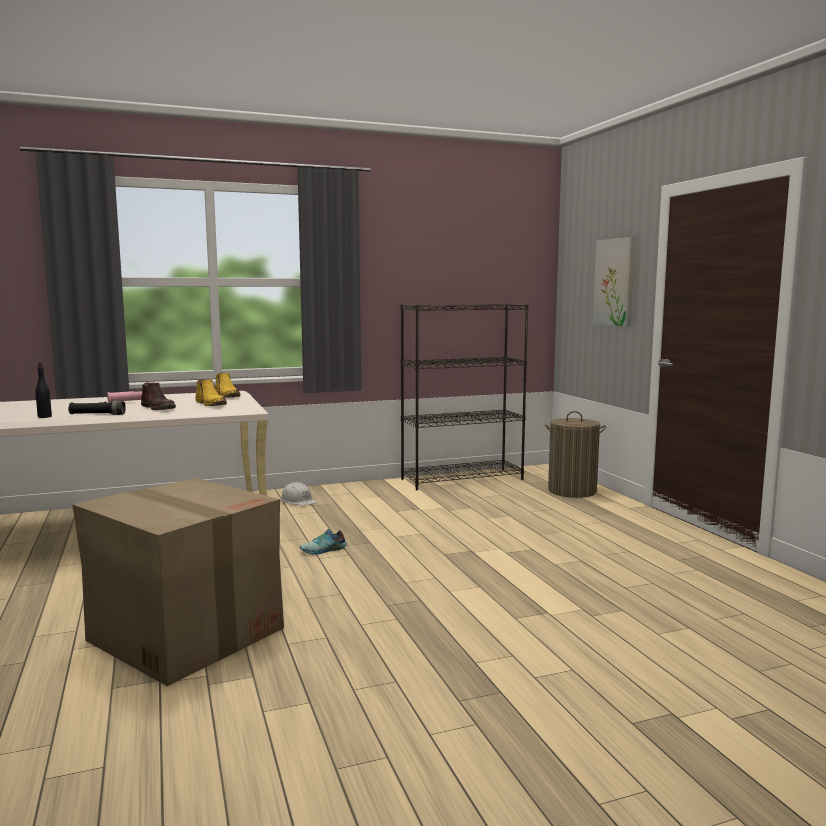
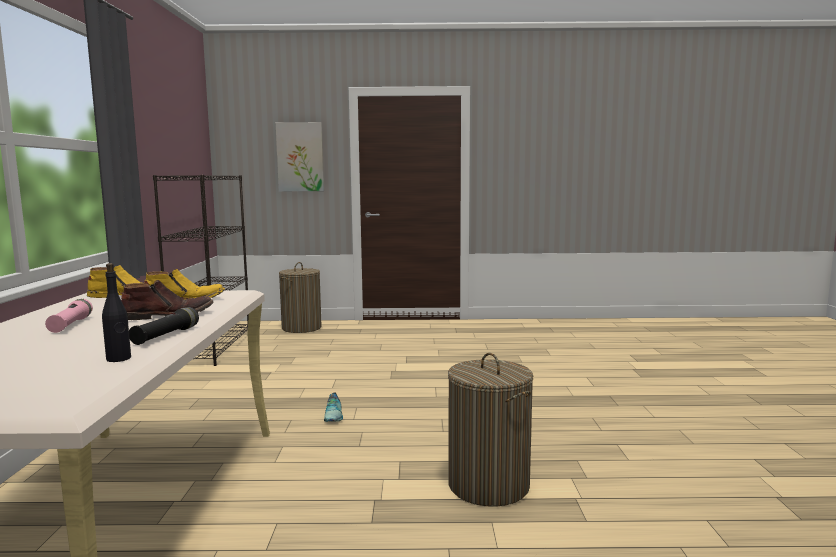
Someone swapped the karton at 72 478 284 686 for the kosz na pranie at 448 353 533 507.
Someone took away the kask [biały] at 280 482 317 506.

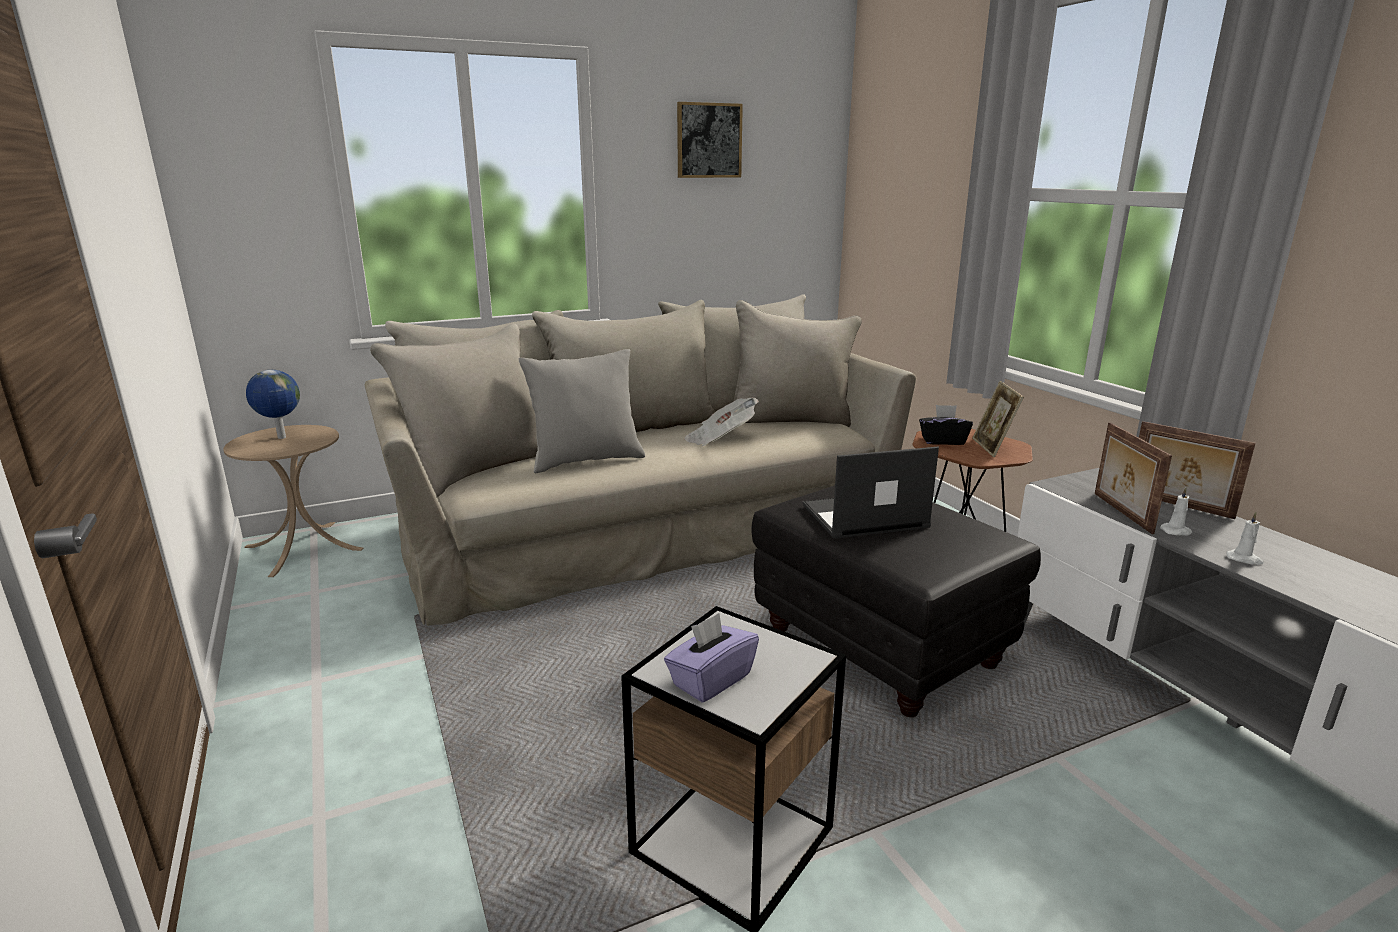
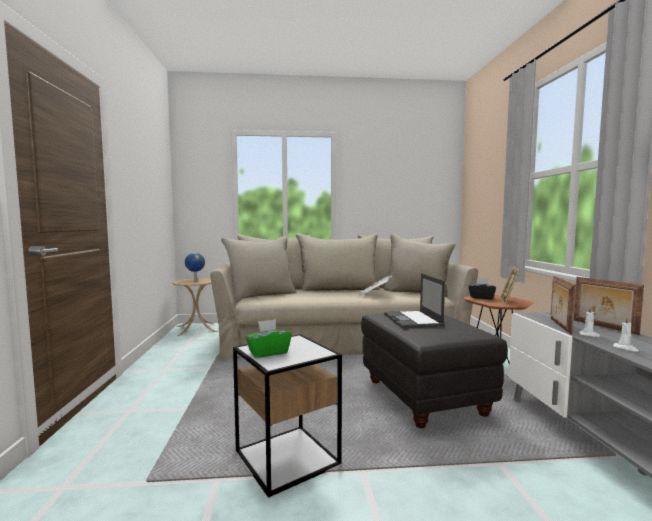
Someone took away the poduszka [szary] at 519 349 645 473.
Someone repainted the pudełko chusteczek [fioletowy] at 664 613 759 702, which became the pudełko chusteczek [zielony] at 245 319 292 358.
Someone took away the obraz at 677 102 743 178.
Someone rotated the laptop at 803 447 939 539 by 105 degrees counterclockwise.

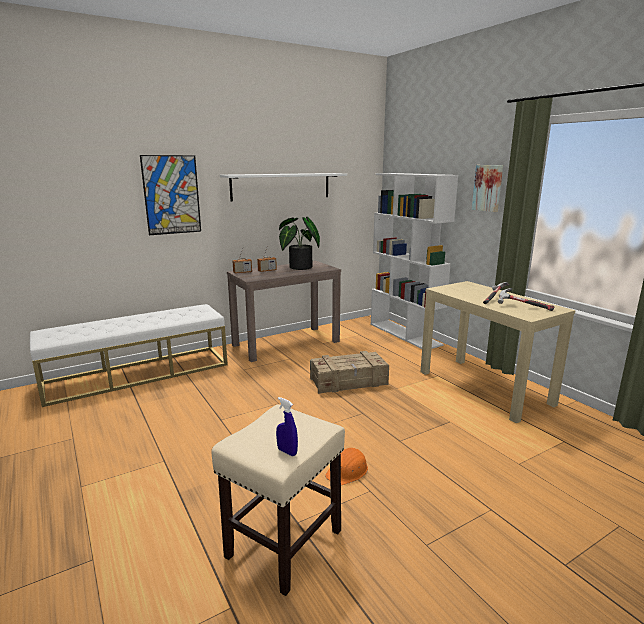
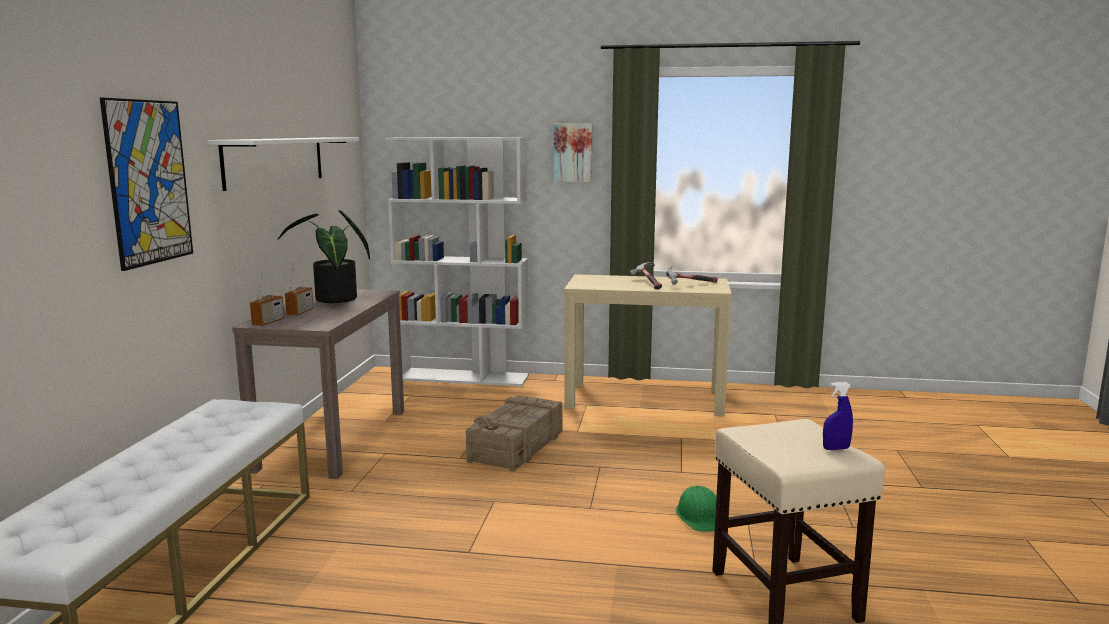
Someone repainted the kask [pomarańczowy] at 325 448 368 486, which became the kask [zielony] at 676 485 717 532.

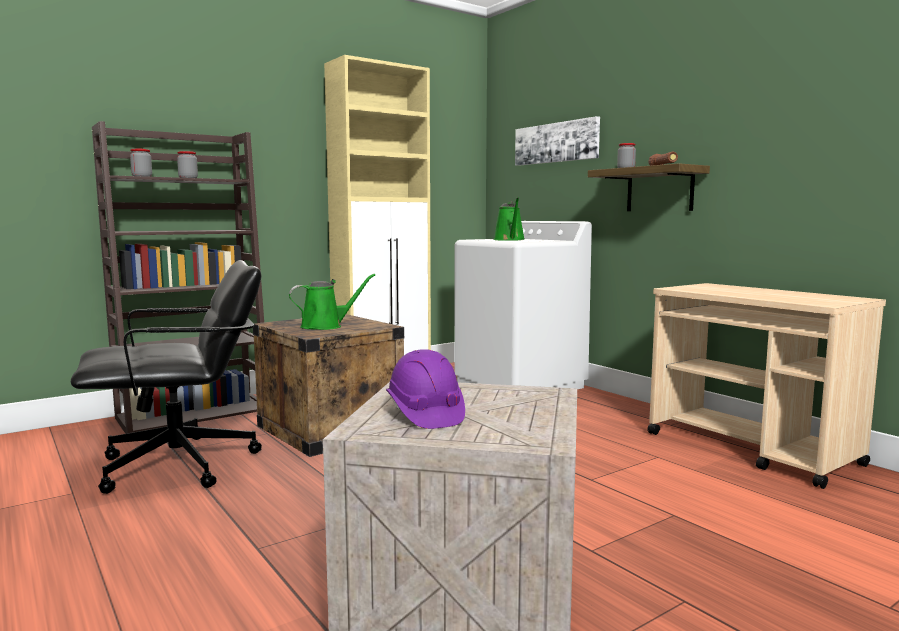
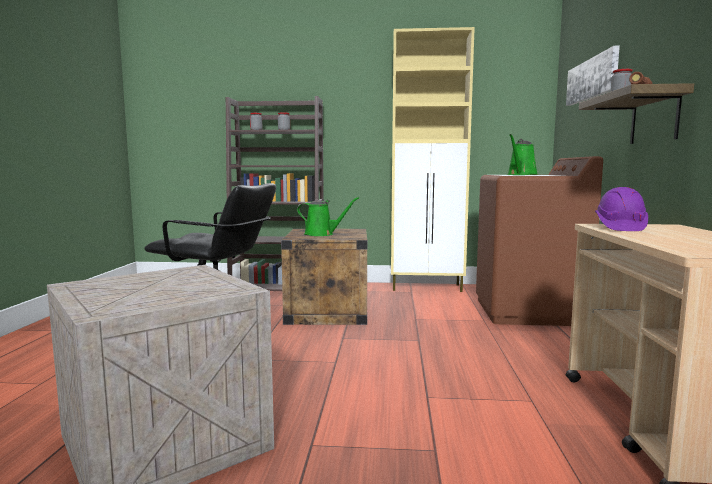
Someone carried the kask [fioletowy] from 386 349 465 429 to 595 187 648 231.
Someone repainted the pralka [biały] at 454 221 592 389, which became the pralka [brązowy] at 476 156 603 326.

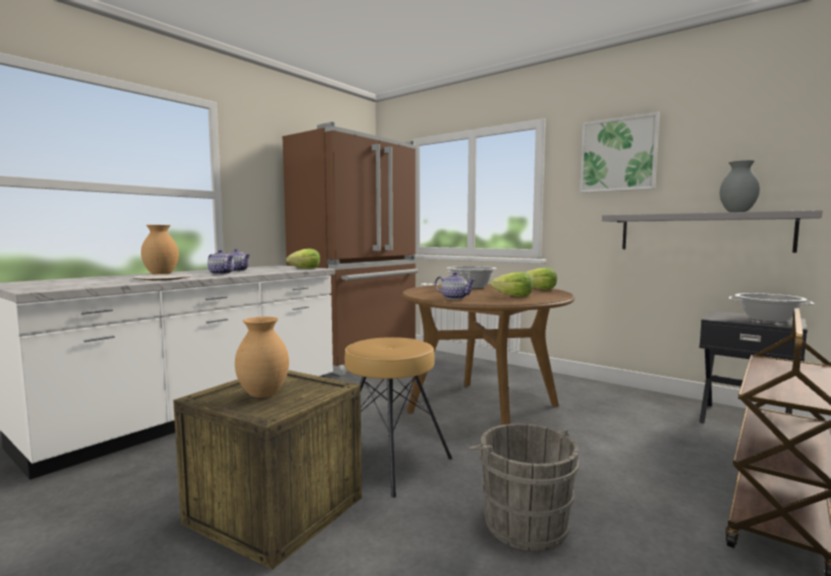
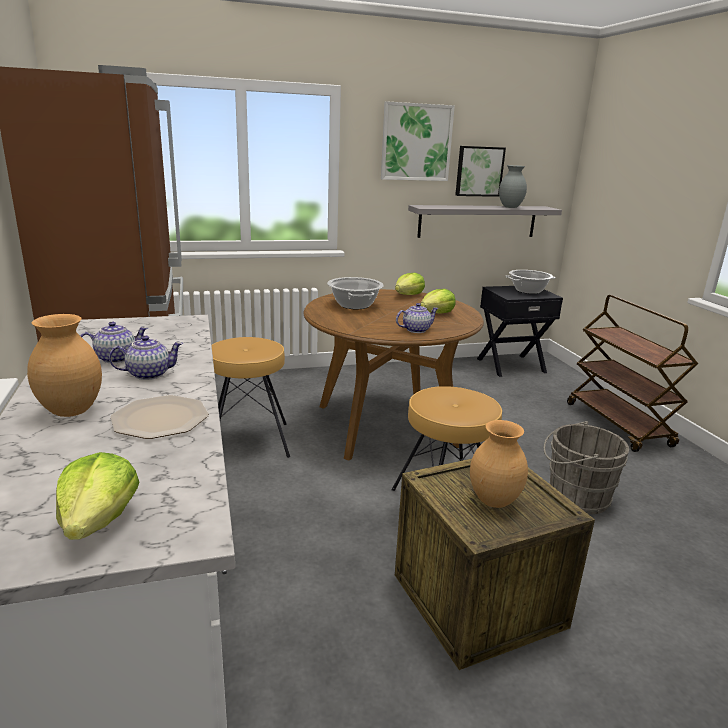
Someone carried the sałata from 286 249 320 269 to 56 452 139 540.
Someone put down the stołek [brązowy] at 212 337 290 458.
Someone put up the obraz at 455 146 506 197.

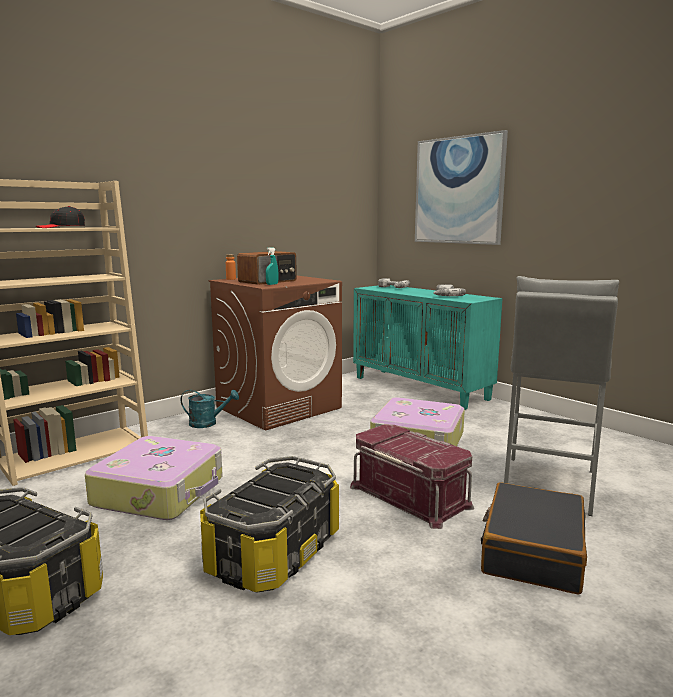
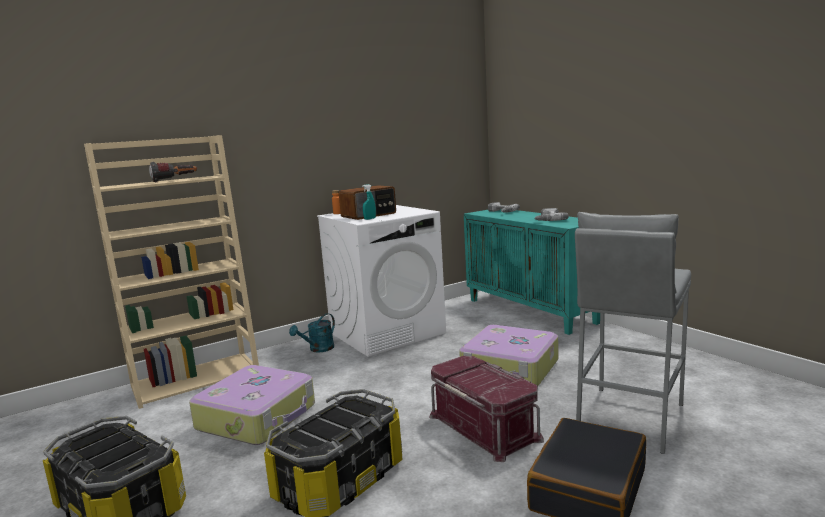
Someone swapped the czapka z daszkiem [czarny] at 36 206 85 228 for the latarka at 149 162 197 182.
Someone rotated the konewka [turkusowy] at 181 390 239 428 by 120 degrees clockwise.
Someone repainted the pralka [brązowy] at 208 276 342 431, which became the pralka [biały] at 317 205 446 357.
Someone took away the obraz at 415 130 508 245.

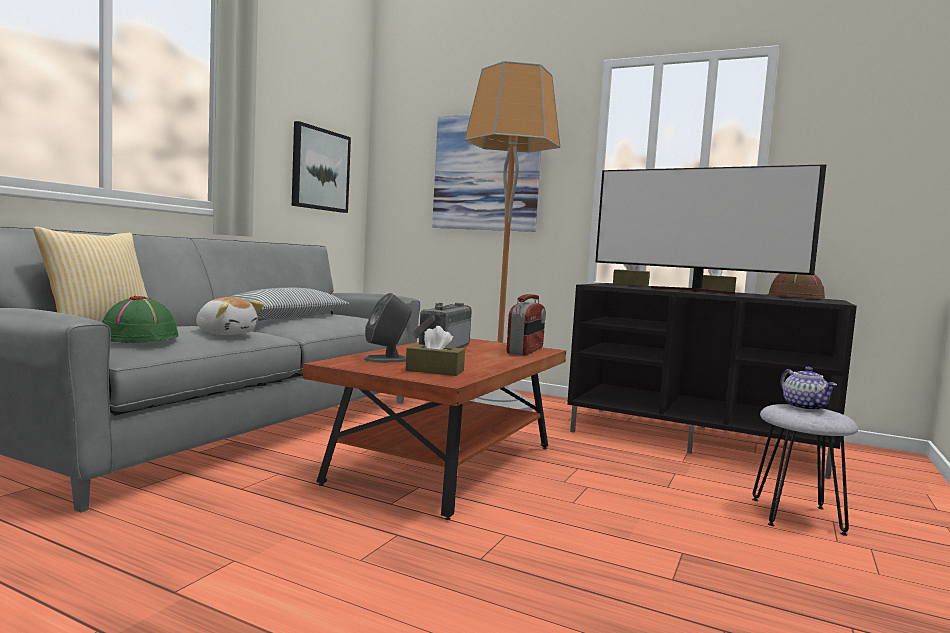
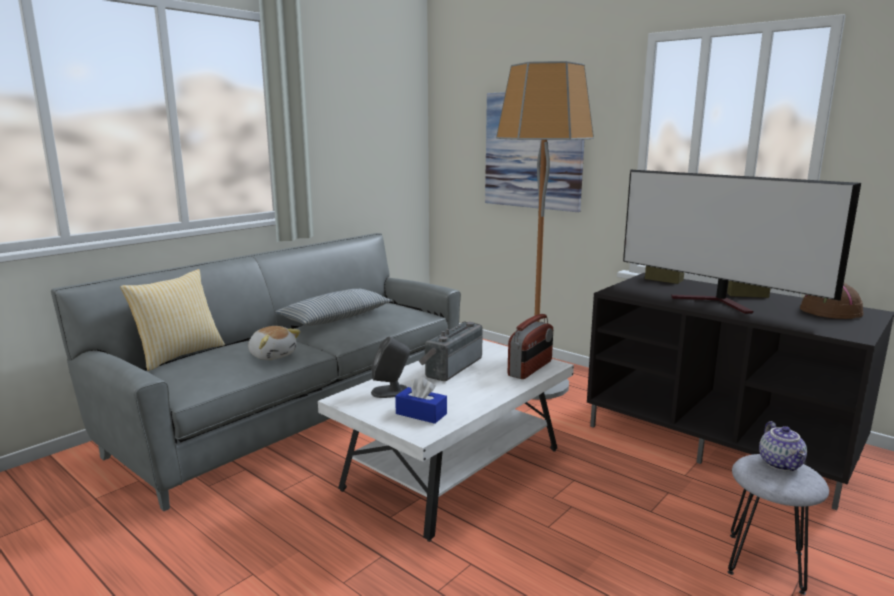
Someone took away the kapelusz [zielony] at 102 295 179 343.
Someone took away the obraz at 292 121 351 213.
Someone repainted the ława [brązowy] at 303 339 566 520, which became the ława [biały] at 318 340 574 542.
Someone repainted the pudełko chusteczek [brązowy] at 406 326 465 376, which became the pudełko chusteczek [niebieski] at 395 377 447 424.

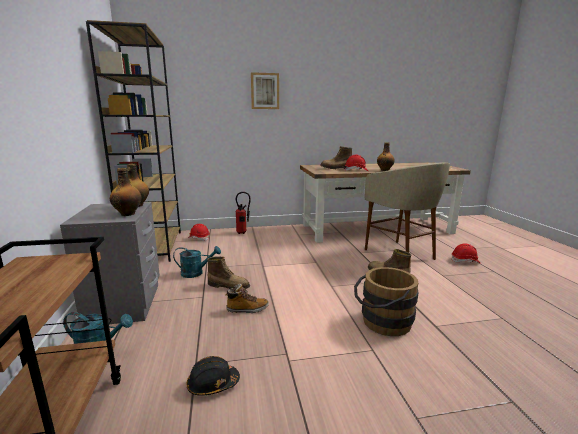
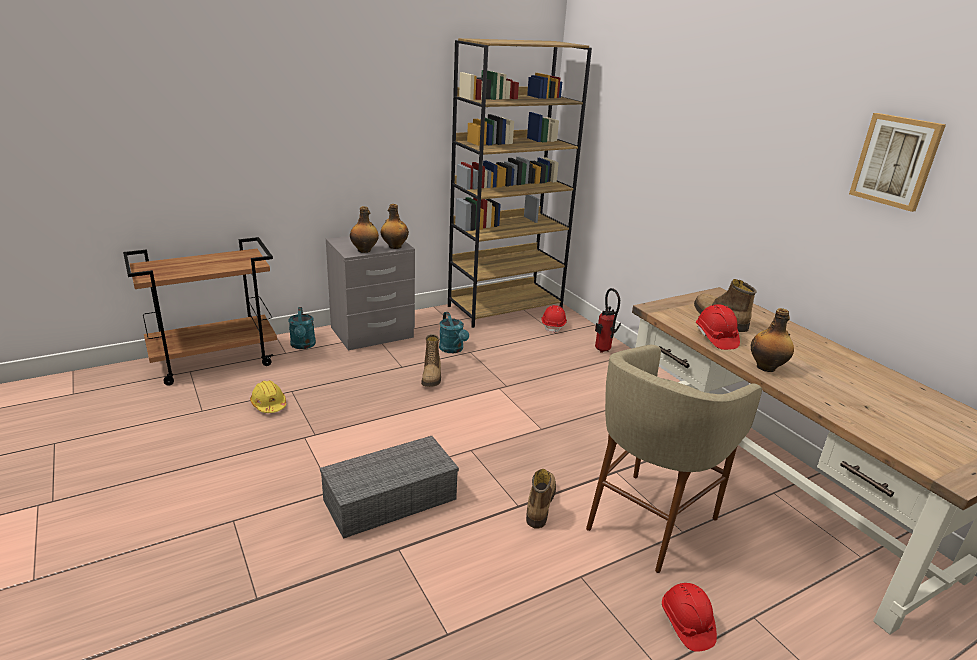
Someone repainted the kask [czarny] at 187 356 240 396, which became the kask [żółty] at 250 380 286 413.
Someone took away the but z cholewką at 225 284 269 313.
Someone carried the obraz from 251 72 279 109 to 849 113 946 212.
Someone swapped the wiadro [brązowy] at 354 267 419 336 for the pojemnik do przechowywania [szary] at 320 436 459 539.

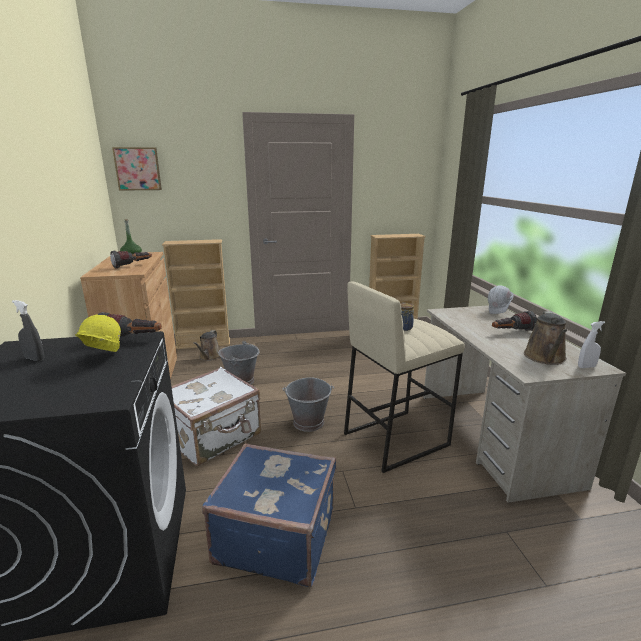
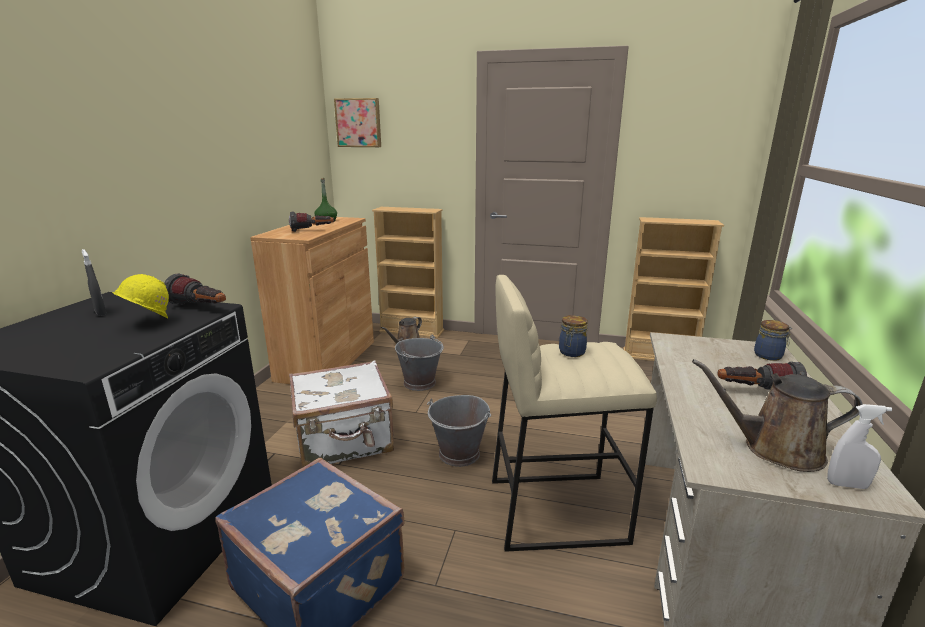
Someone swapped the kask [biały] at 488 285 514 314 for the słoik at 754 320 792 361.
Someone rotated the konewka [brązowy] at 524 311 567 365 by 60 degrees clockwise.

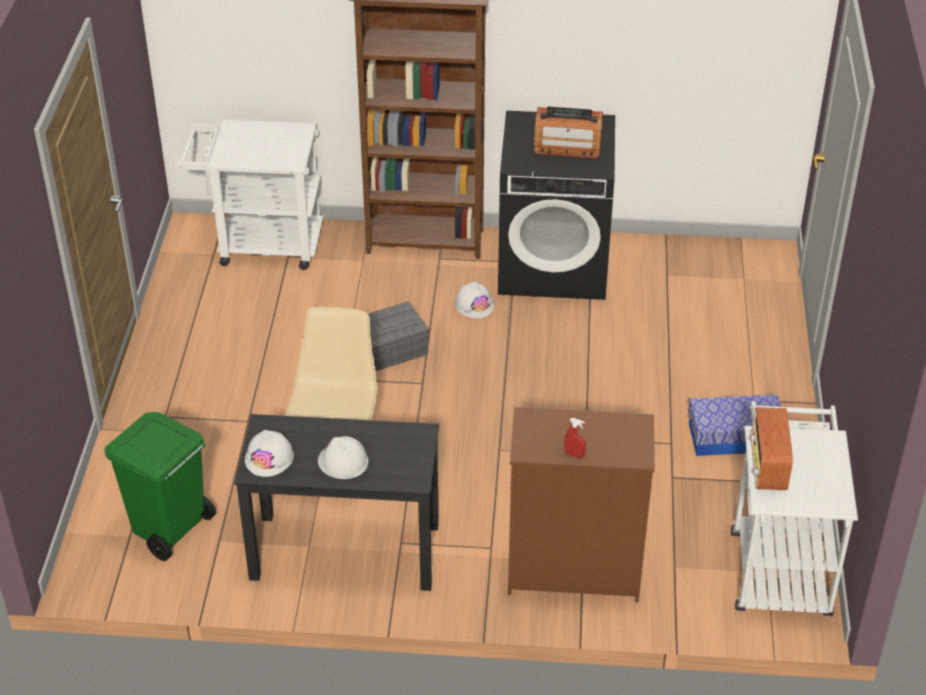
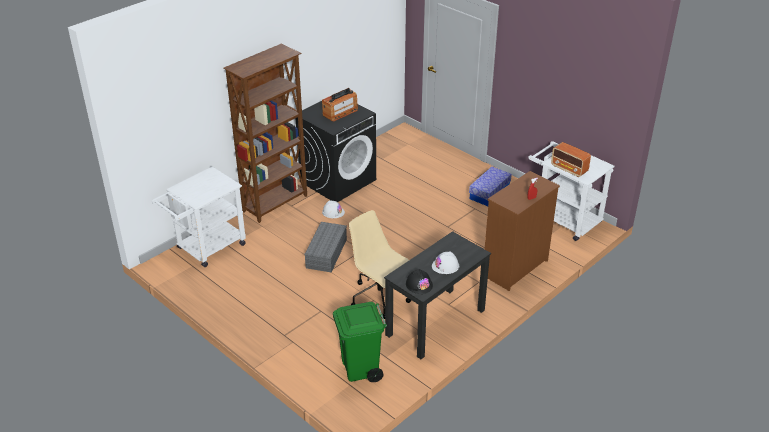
Someone repainted the kask [biały] at 245 430 294 477, which became the kask [czarny] at 406 269 433 294.

